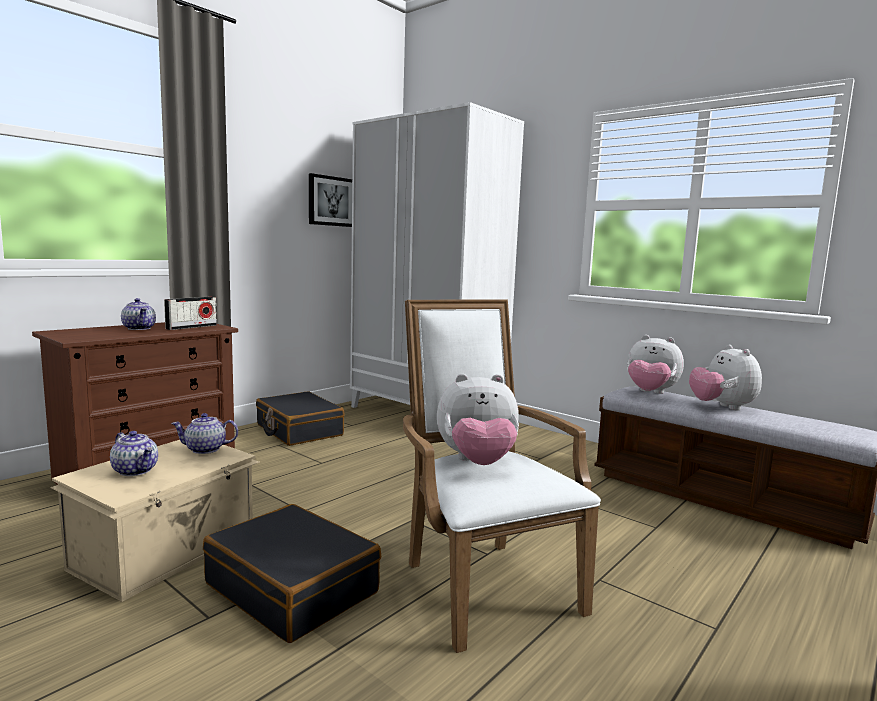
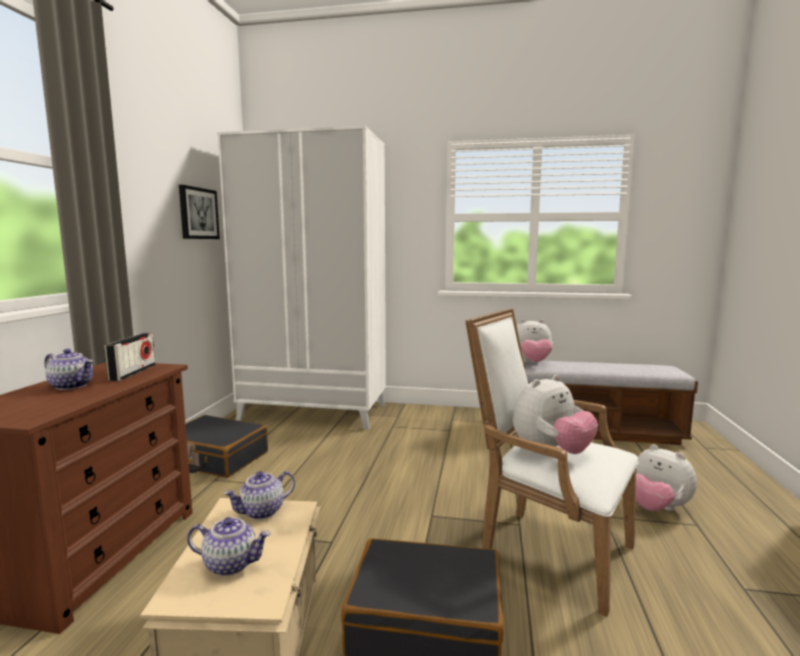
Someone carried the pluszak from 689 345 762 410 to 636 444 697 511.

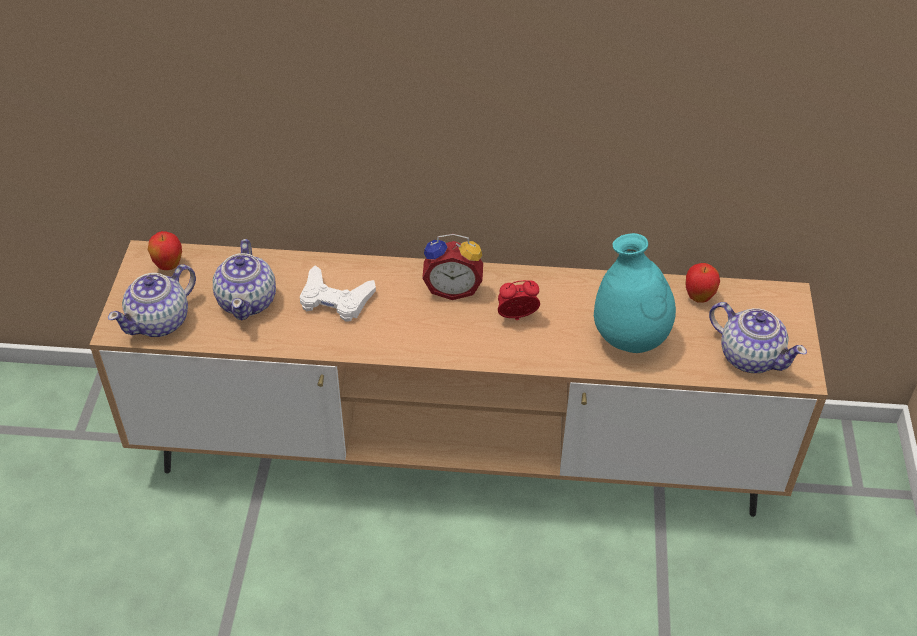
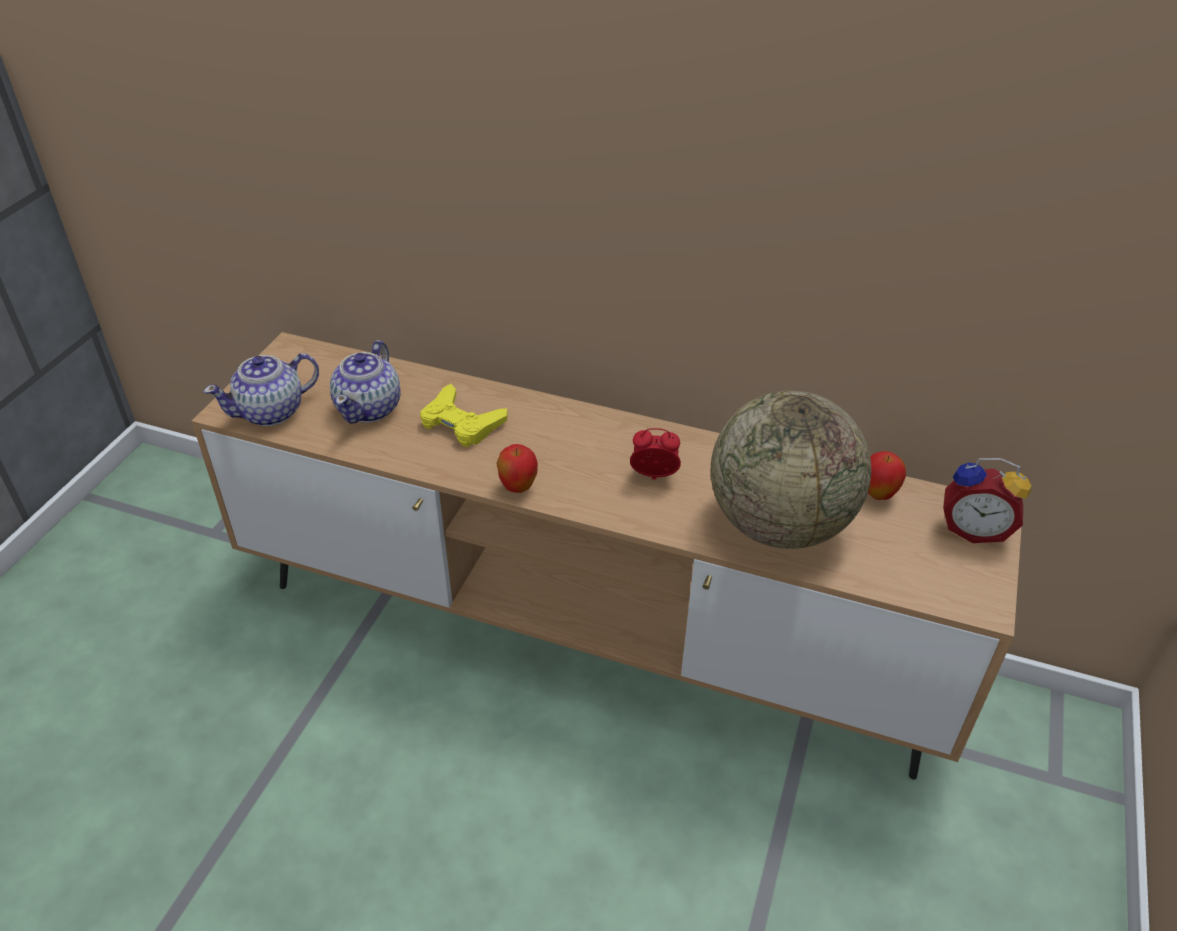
Someone carried the jabłko from 148 231 182 270 to 496 444 538 493.
Someone repainted the pad do gier [biały] at 300 265 376 322, which became the pad do gier [żółty] at 420 384 508 447.
Someone carried the budzik from 422 234 483 300 to 943 458 1031 543.
Someone swapped the wazon [turkusowy] at 594 233 676 353 for the globus at 711 390 871 549.
Someone took away the imbryk at 709 302 807 373.

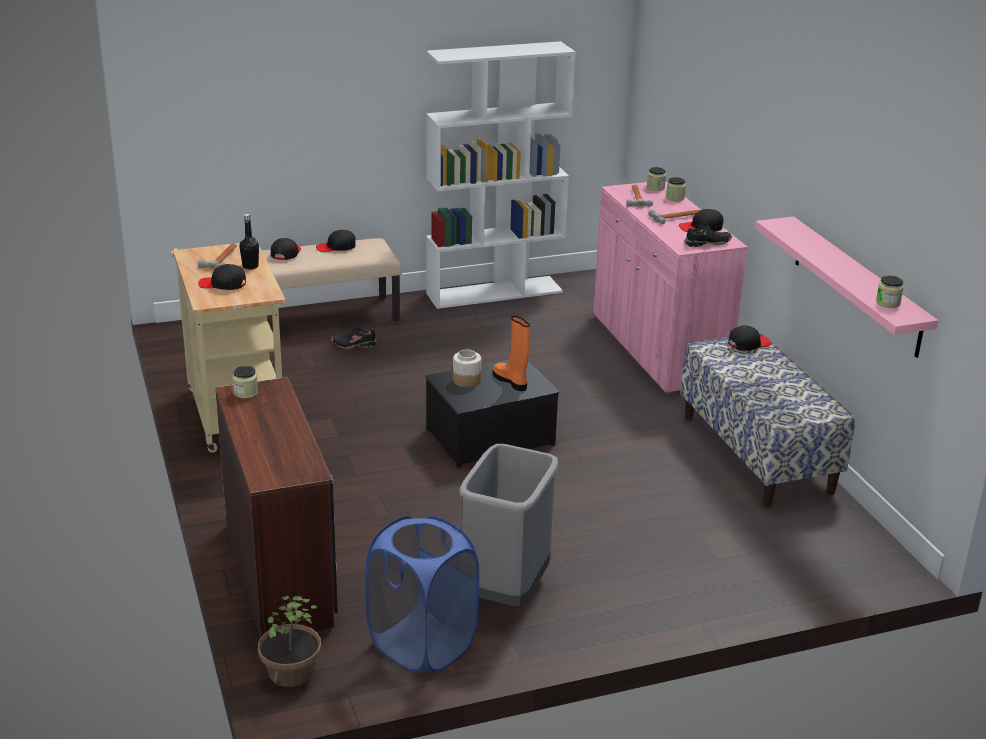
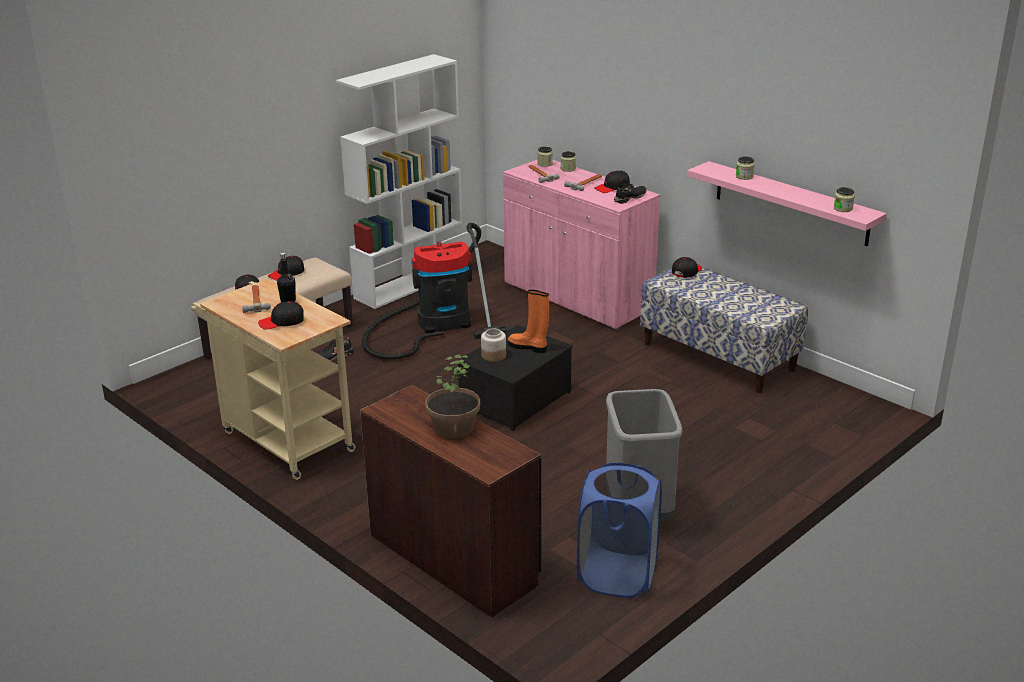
Someone carried the słoik from 233 366 258 399 to 736 156 755 180.
Someone carried the roślina doniczkowa from 258 596 321 687 to 425 355 480 439.
Someone put down the odkurzacz at 362 223 517 360.

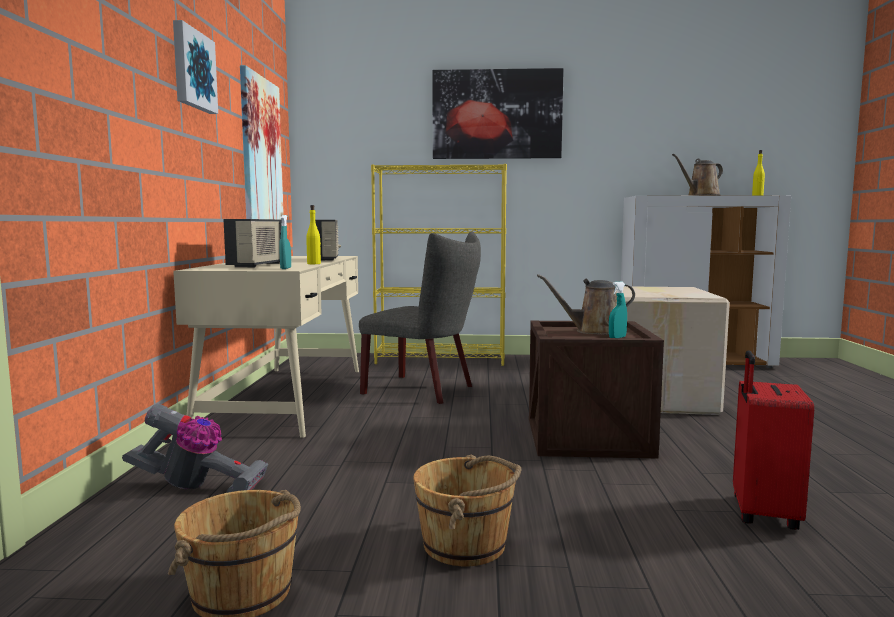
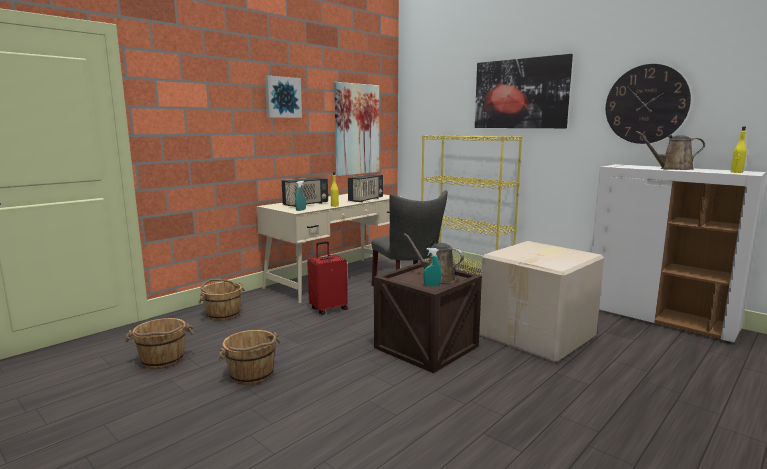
Someone swapped the odkurzacz at 122 403 268 493 for the wiadro [brązowy] at 198 279 245 321.
Someone carried the walizka [czerwony] from 733 351 814 530 to 307 241 348 315.
Someone put up the zegar ścienny at 606 64 691 144.

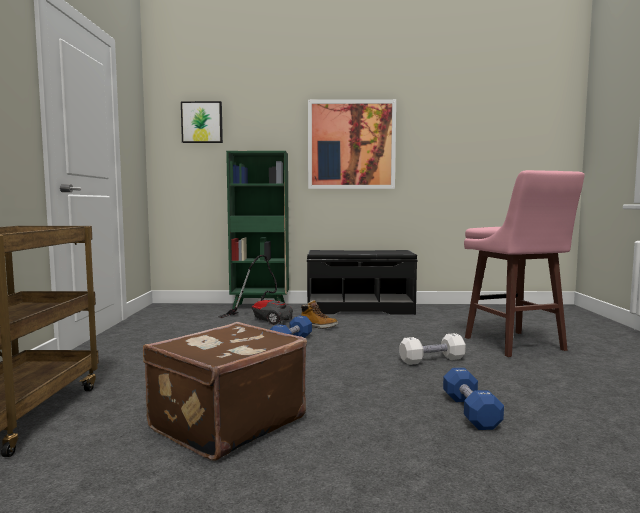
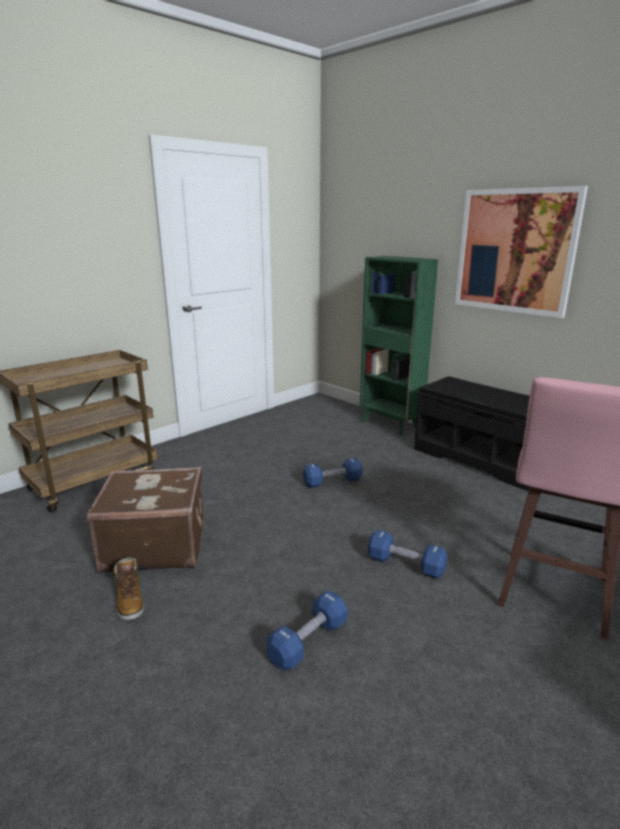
Someone took away the obraz at 181 101 223 143.
Someone took away the odkurzacz at 219 255 293 325.
Someone carried the but z cholewką from 300 300 338 329 to 113 557 144 620.
Someone repainted the hantel [biały] at 399 333 466 365, which became the hantel [niebieski] at 368 530 448 579.

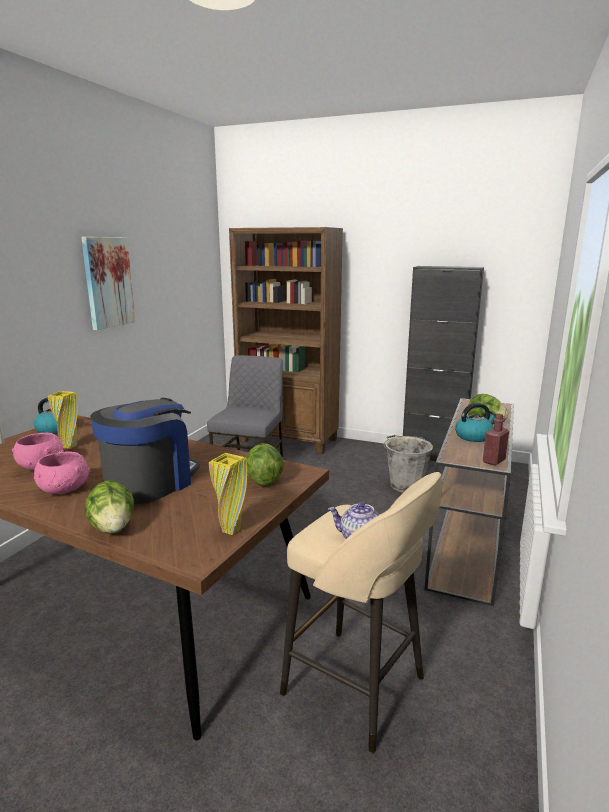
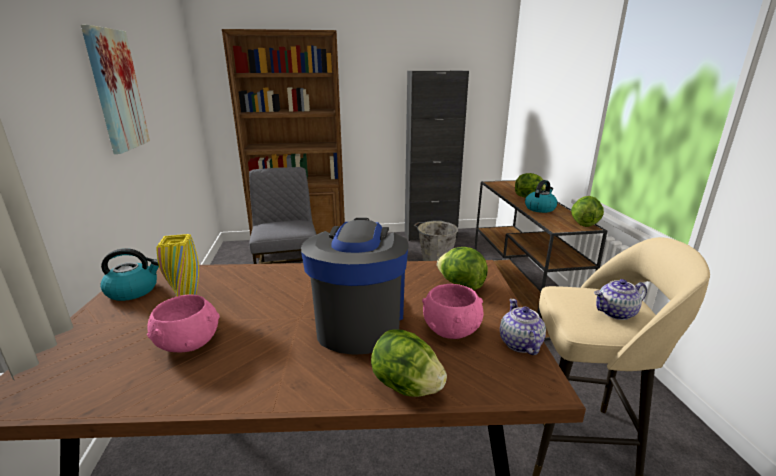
Someone carried the miska [różowy] from 34 451 90 494 to 422 284 483 339.
Someone swapped the wazon [żółty] at 209 453 247 535 for the imbryk at 500 299 546 355.
Someone swapped the butelka [czerwony] at 483 414 509 466 for the sałata at 571 196 604 227.

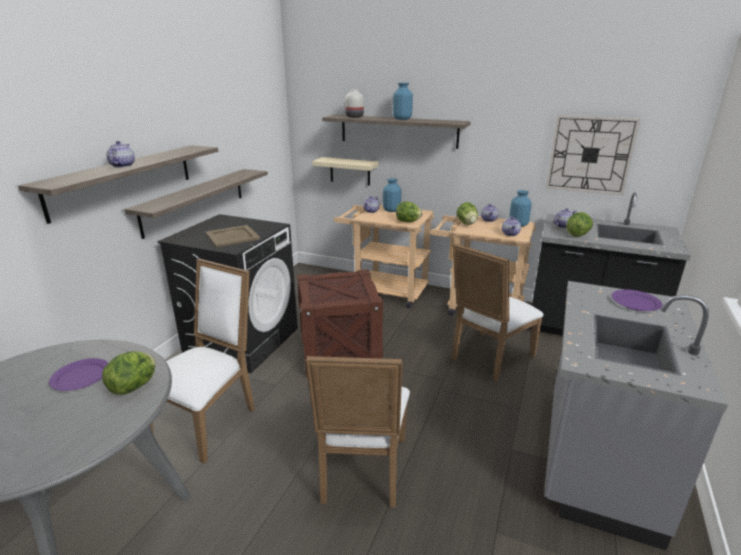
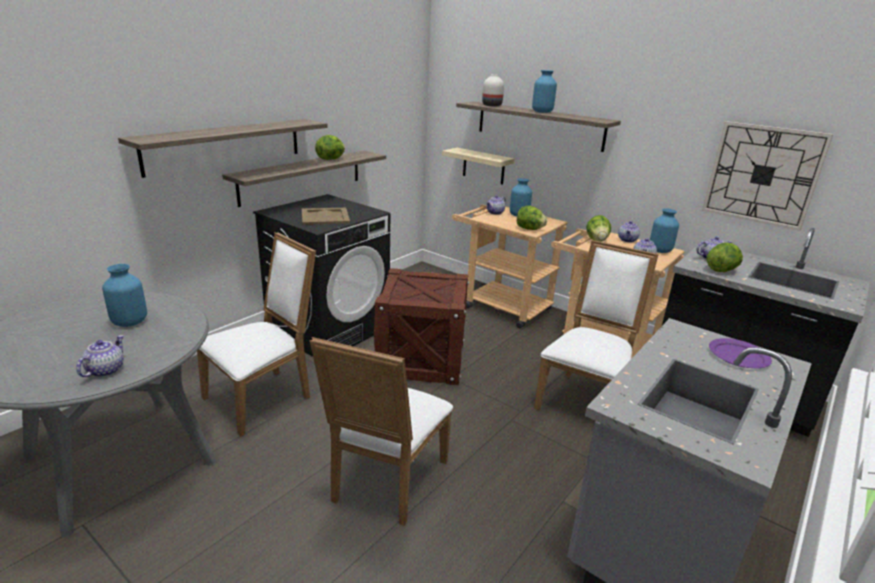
Someone swapped the talerz [fioletowy] at 49 358 108 391 for the wazon [niebieski] at 102 264 147 327.
Someone carried the sałata from 102 351 156 395 to 315 135 345 160.
Someone carried the imbryk from 107 141 135 168 to 76 335 124 377.
Someone rotated the krzesło [biały] at 452 243 544 381 by 150 degrees clockwise.

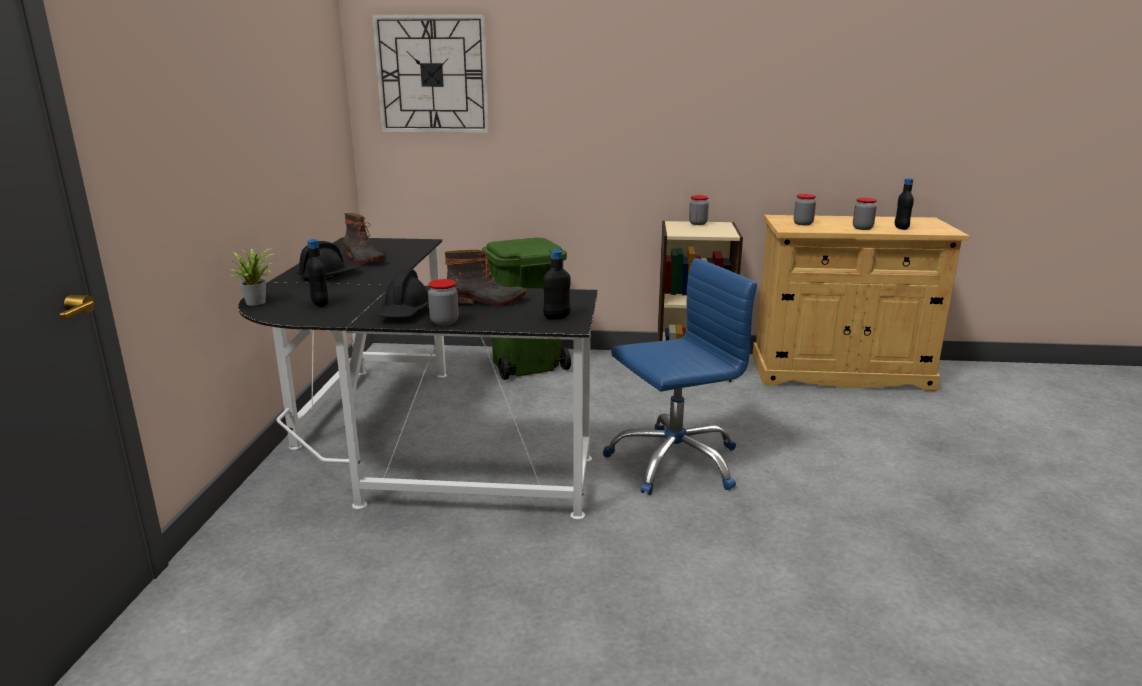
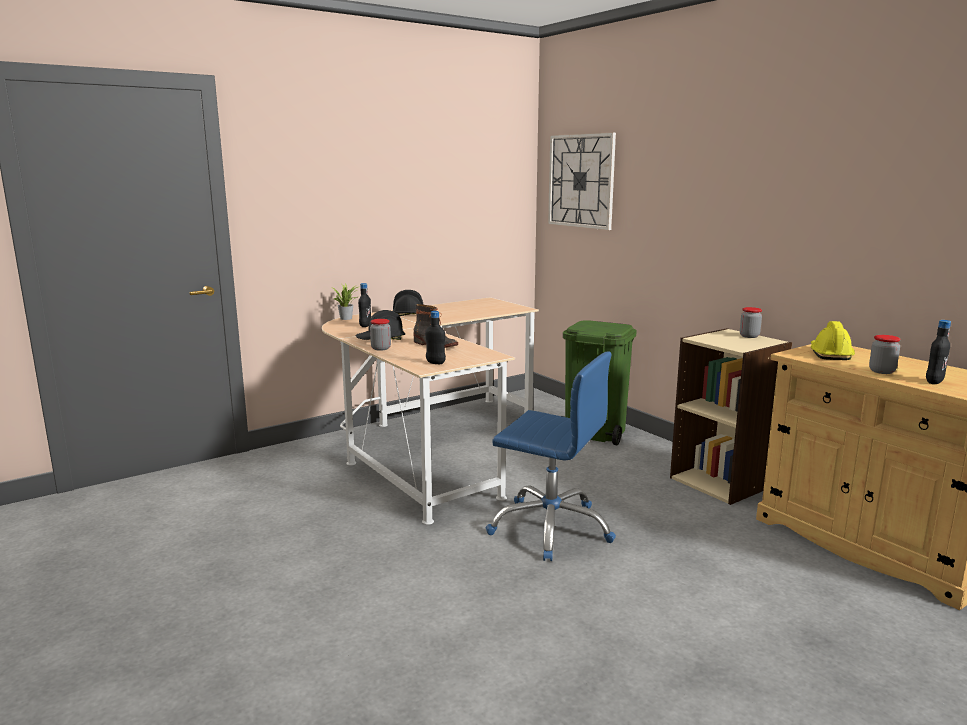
Someone repainted the biurko [czarny] at 238 237 598 520, which became the biurko [beżowy] at 322 297 539 525.
Someone took away the but z cholewką at 343 213 386 264.
Someone swapped the słoik at 794 194 816 225 for the kask [żółty] at 811 321 855 360.

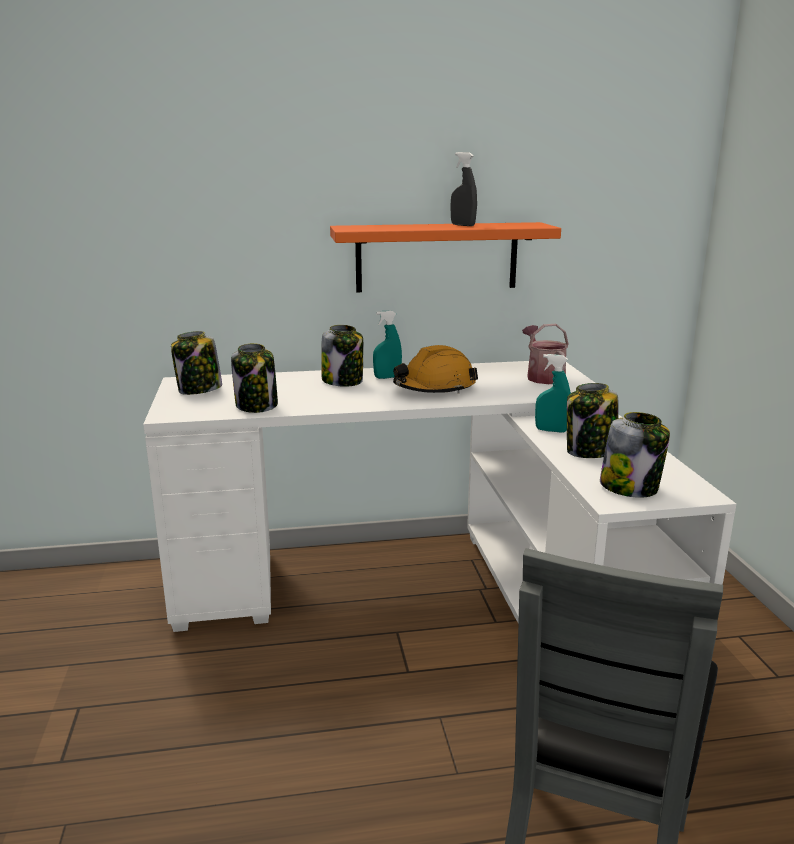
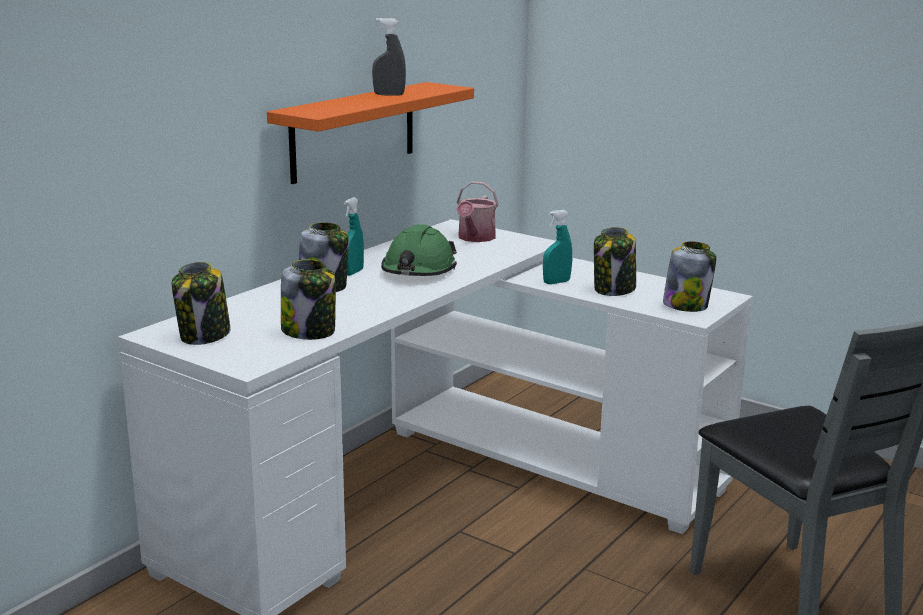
Someone repainted the kask [pomarańczowy] at 393 345 478 394, which became the kask [zielony] at 381 224 457 276.
Someone rotated the konewka at 522 324 569 384 by 105 degrees counterclockwise.

